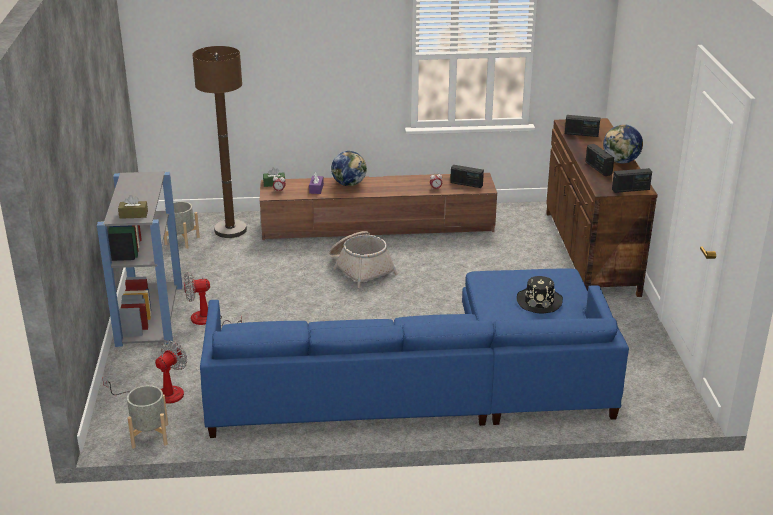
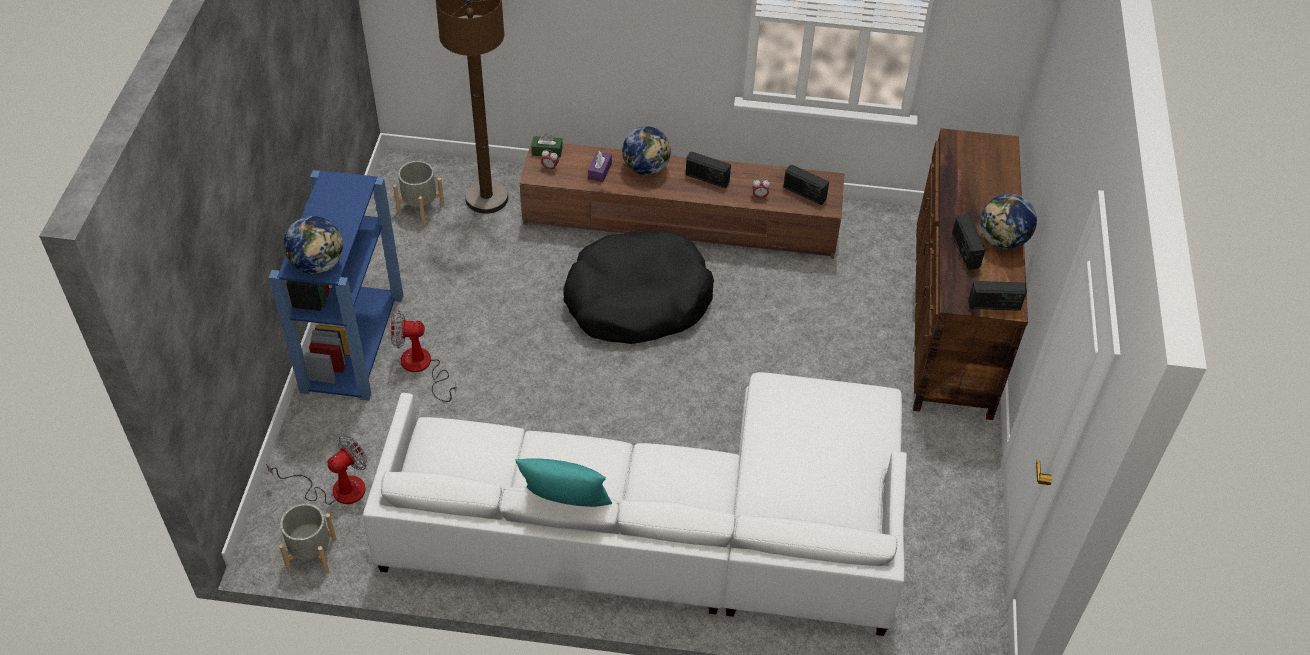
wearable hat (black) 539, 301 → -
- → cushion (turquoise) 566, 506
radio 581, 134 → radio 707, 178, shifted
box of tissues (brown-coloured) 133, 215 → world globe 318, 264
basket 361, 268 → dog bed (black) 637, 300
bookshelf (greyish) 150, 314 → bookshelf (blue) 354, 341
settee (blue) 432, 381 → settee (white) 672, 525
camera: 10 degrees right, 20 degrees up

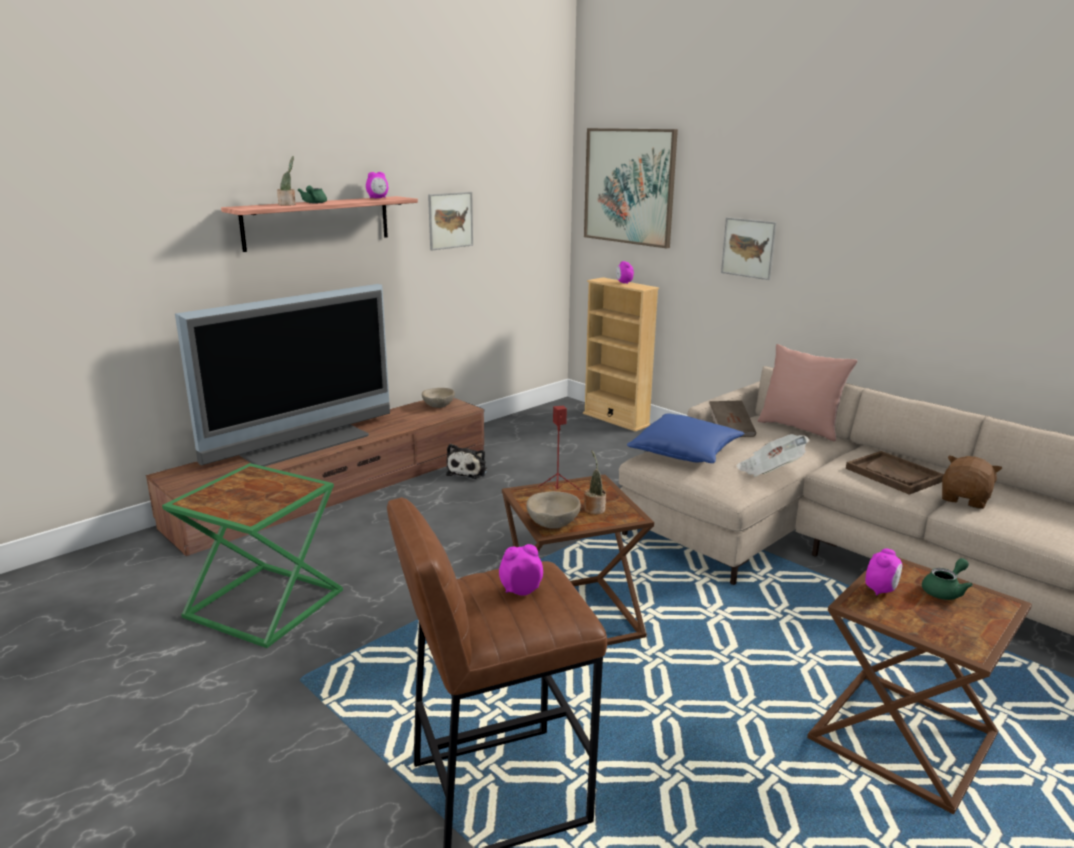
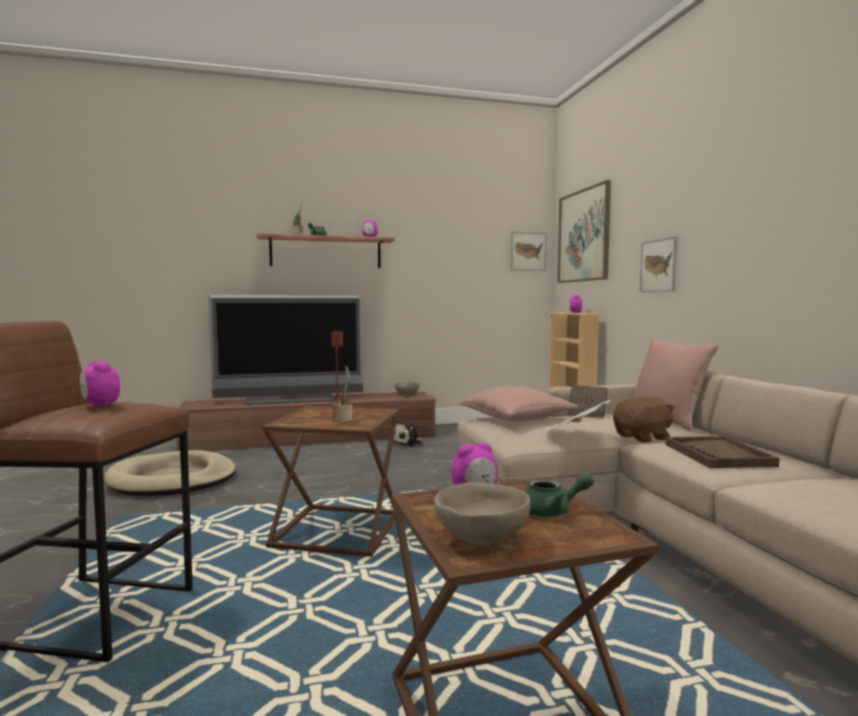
wall picture 450, 220 → wall picture 528, 251, shifted
serving bowl (beige-coloured) 552, 523 → serving bowl (beige-coloured) 481, 537, shifted
cuddly toy (brown-coloured) 965, 499 → cuddly toy (brown-coloured) 643, 437, shifted
accent table (green-coloured) 268, 604 → dog bed (beige-coloured) 172, 480
cushion (blue) 685, 453 → cushion (pink-coloured) 517, 419
alarm clock 520, 590 → alarm clock 100, 405, 150 degrees counterclockwise
camera: 30 degrees right, 15 degrees down

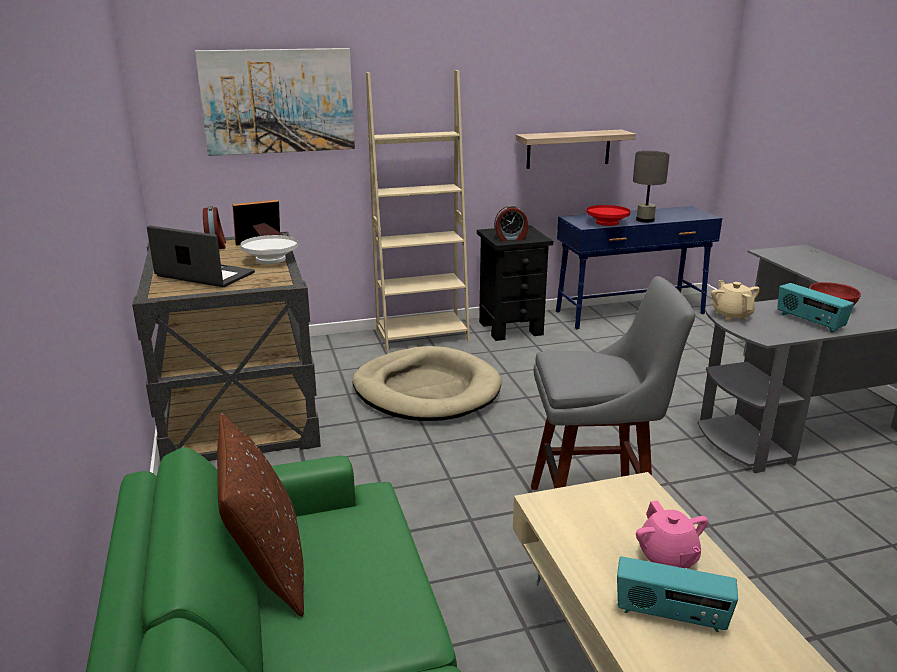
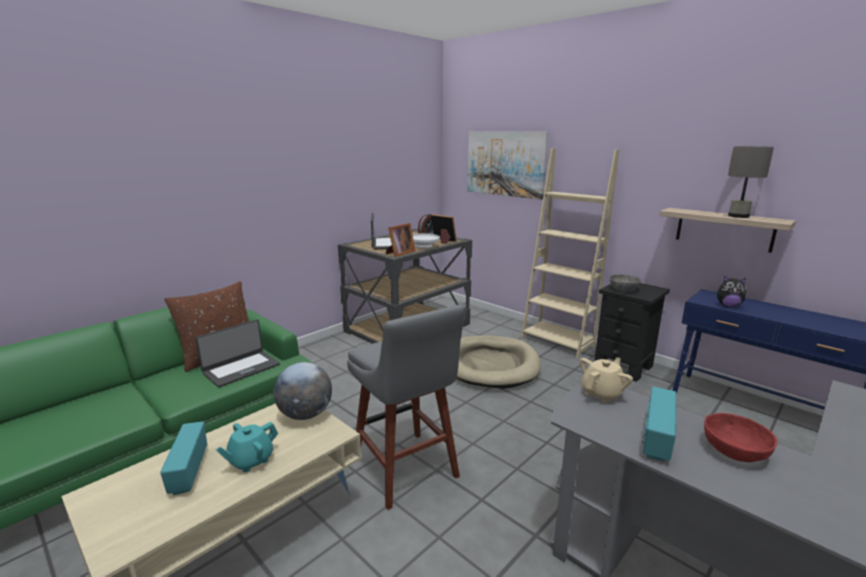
- → portable computer 241, 368
- → world globe 305, 415
- → picture frame 399, 253
lamp for a table (greyish) 645, 220 → lamp for a table (greyish) 739, 216, shifted
alarm clock 510, 238 → serving bowl (greyish) 623, 290
serving bowl (red-coloured) 607, 223 → cuddly toy 728, 305
tea pot (pink-coloured) 667, 558 → tea pot (turquoise) 250, 460
camera: 60 degrees right, 5 degrees down

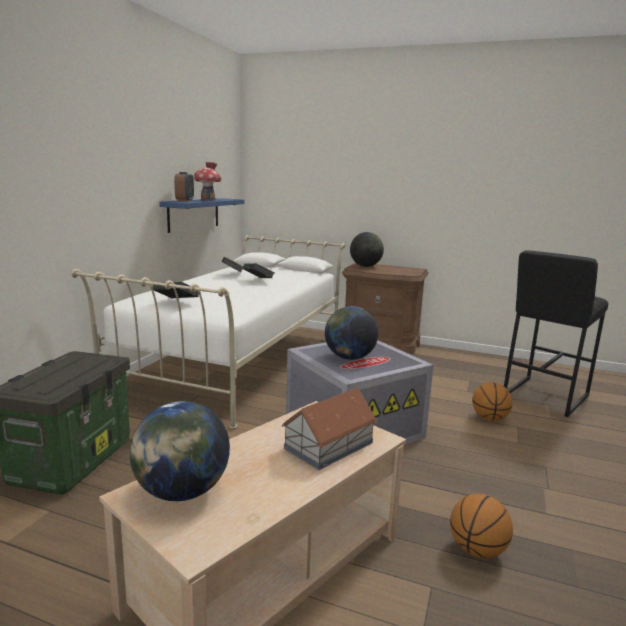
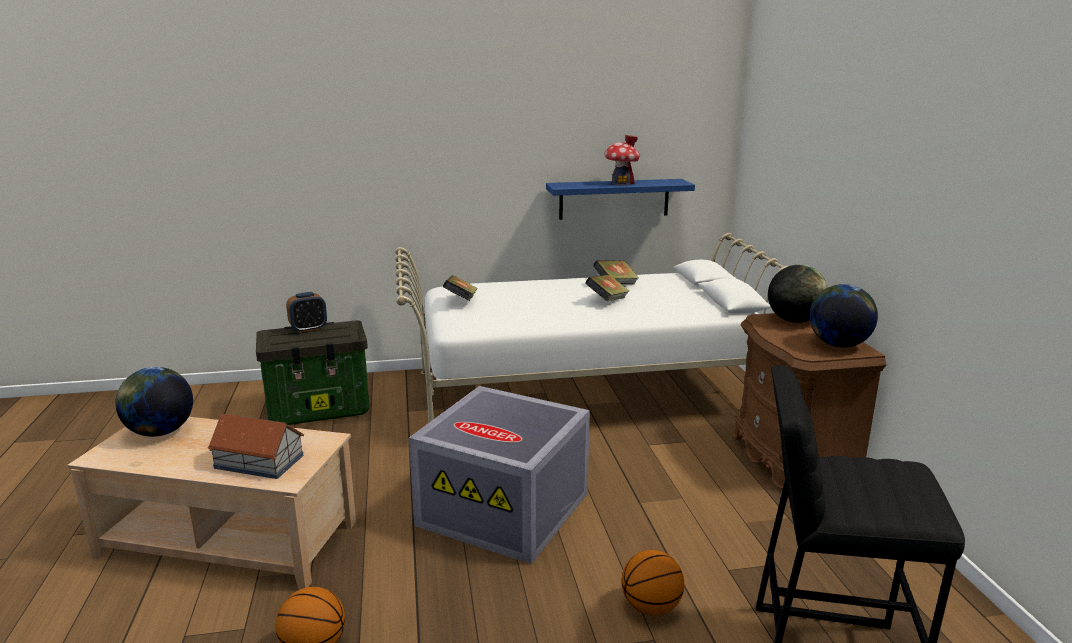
alarm clock 185, 201 → alarm clock 308, 329, shifted
world globe 349, 357 → world globe 838, 345, shifted
camera: 60 degrees right, 5 degrees up

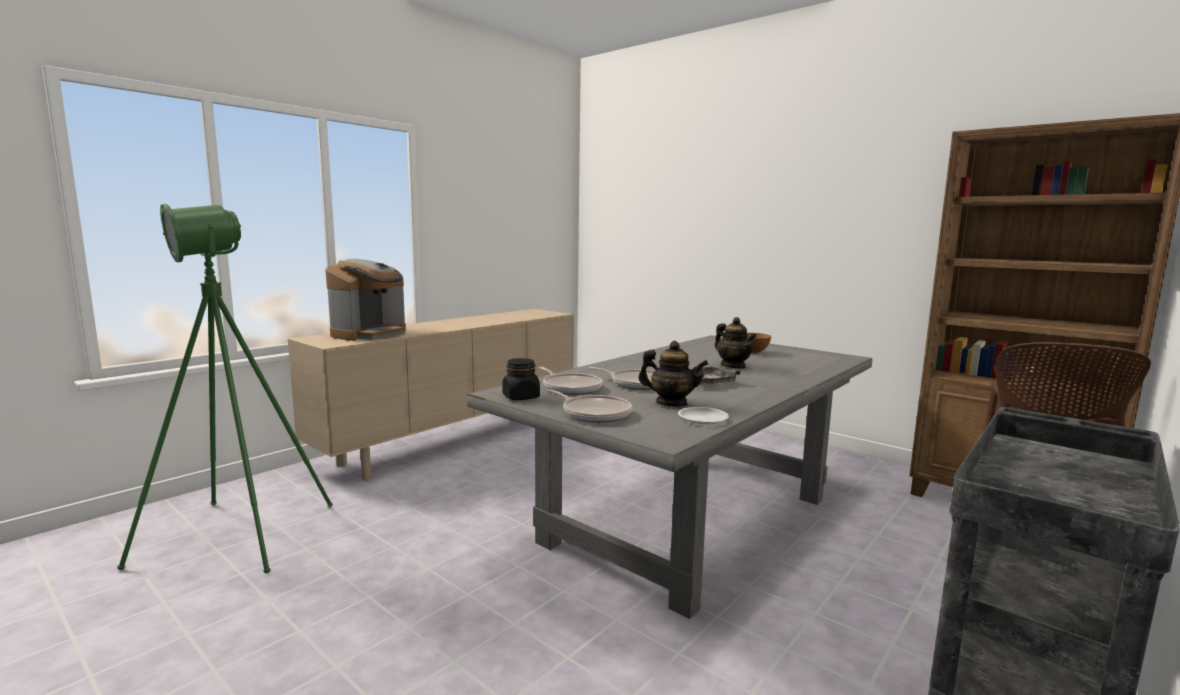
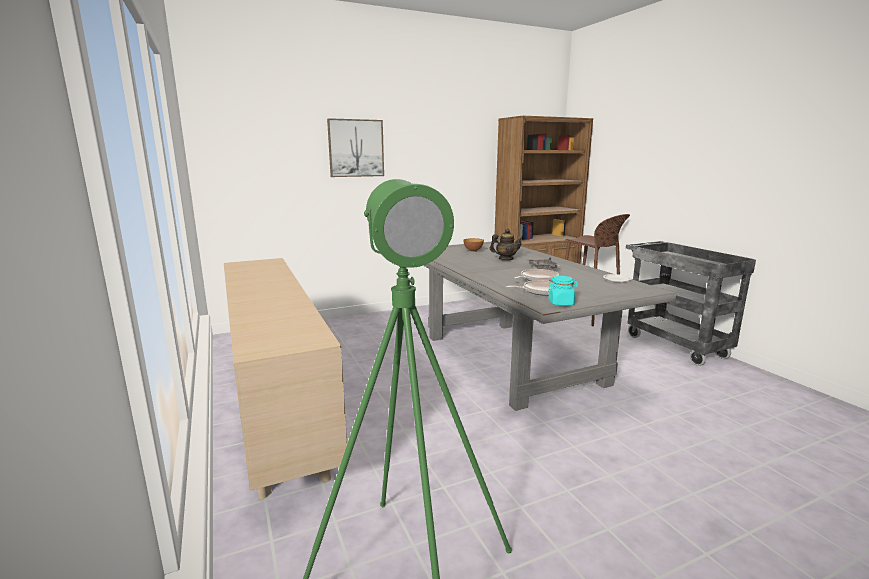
coffee machine 370, 334 → -
skillet 594, 413 → -
tea pot 671, 403 → -
- → wall picture 356, 148
storage jar (black) 521, 397 → storage jar (turquoise) 561, 303
camera: 65 degrees left, 5 degrees up

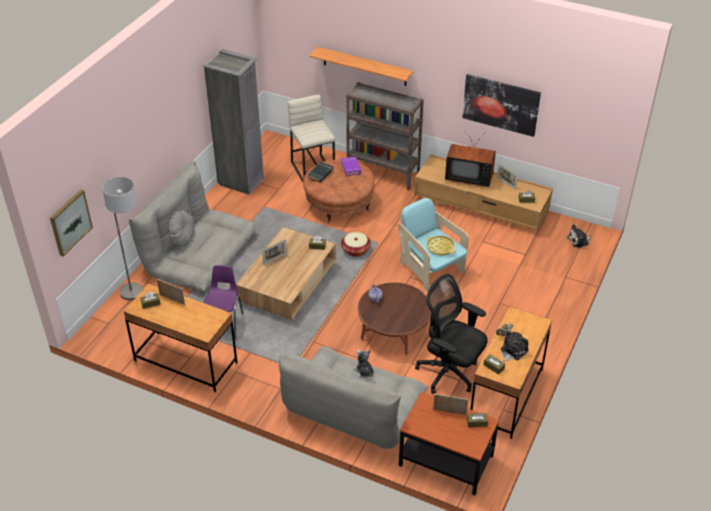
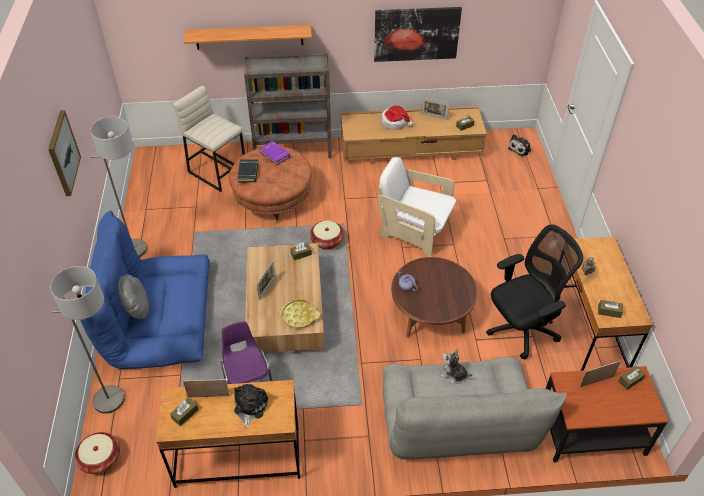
cabinet (greyish) 241, 181 → -
- → basket 100, 459
- → standing lamp (greyish) 141, 249
wall picture 70, 222 → wall picture 63, 153, shifted
serving tray (yellow-coloured) 440, 247 → serving tray (yellow-coloured) 299, 316, shifted
cuddly toy 512, 350 → cuddly toy 250, 407, shifted
TV set 469, 177 → wearable hat 395, 122
settee (greyish) 198, 253 → settee (blue) 158, 316
lounge chair (turquoise) 430, 269 → lounge chair (white) 414, 230
office chair (black) 451, 373 → office chair (black) 520, 332, 150 degrees clockwise
camera: 30 degrees left, 5 degrees up

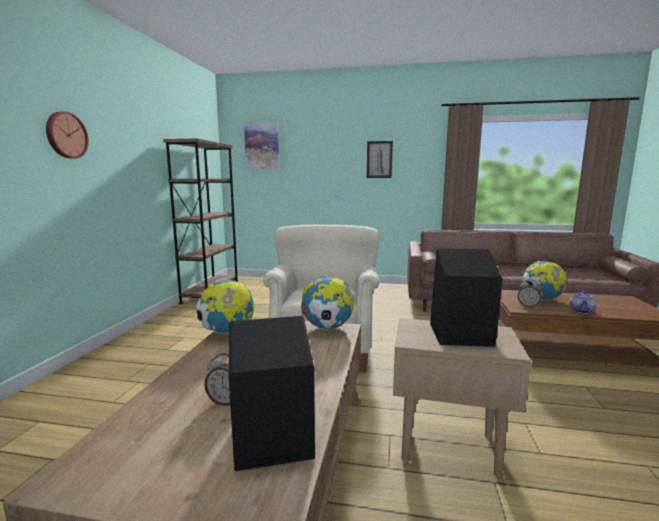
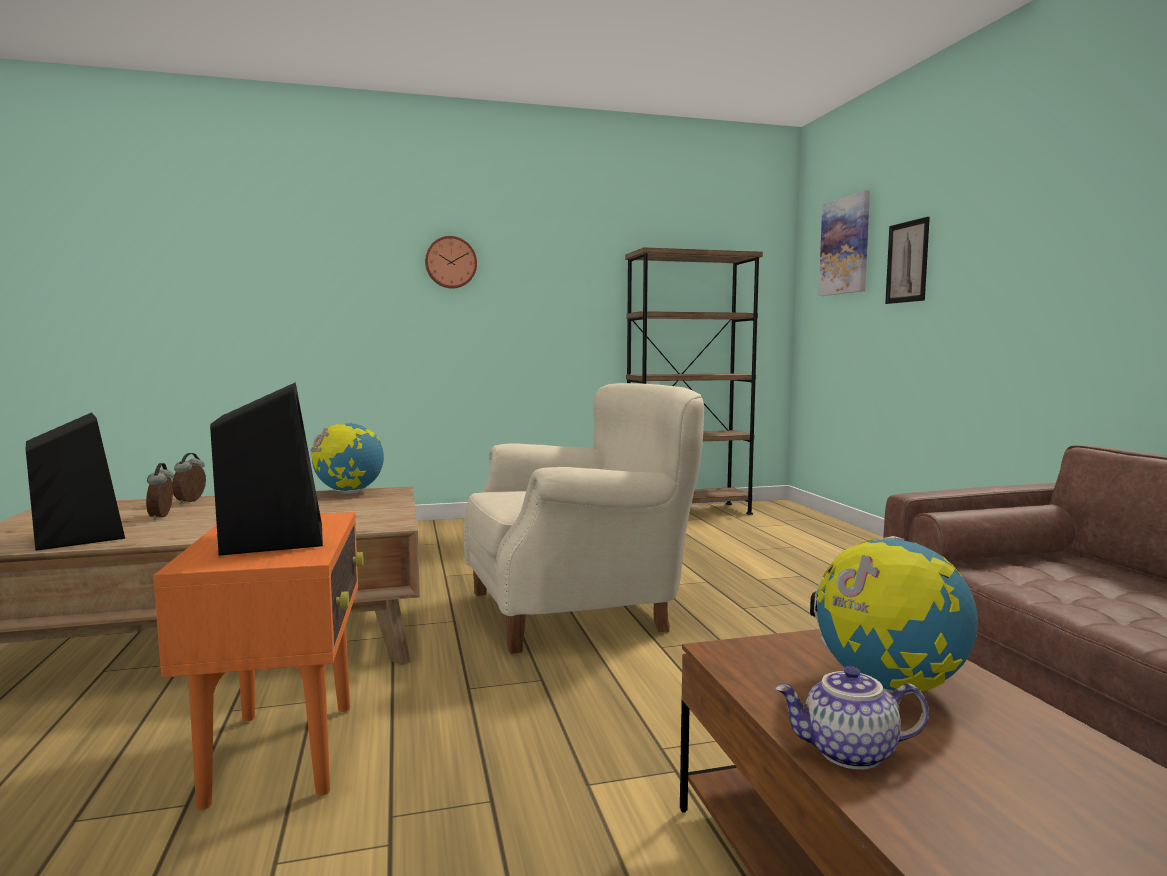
world globe 327, 328 → -
wall picture 379, 159 → wall picture 907, 262, shifted
alarm clock 528, 306 → alarm clock 191, 501, shifted
accent table (beige-coloured) 447, 448 → accent table (orange-coloured) 283, 752
camera: 65 degrees right, 5 degrees down

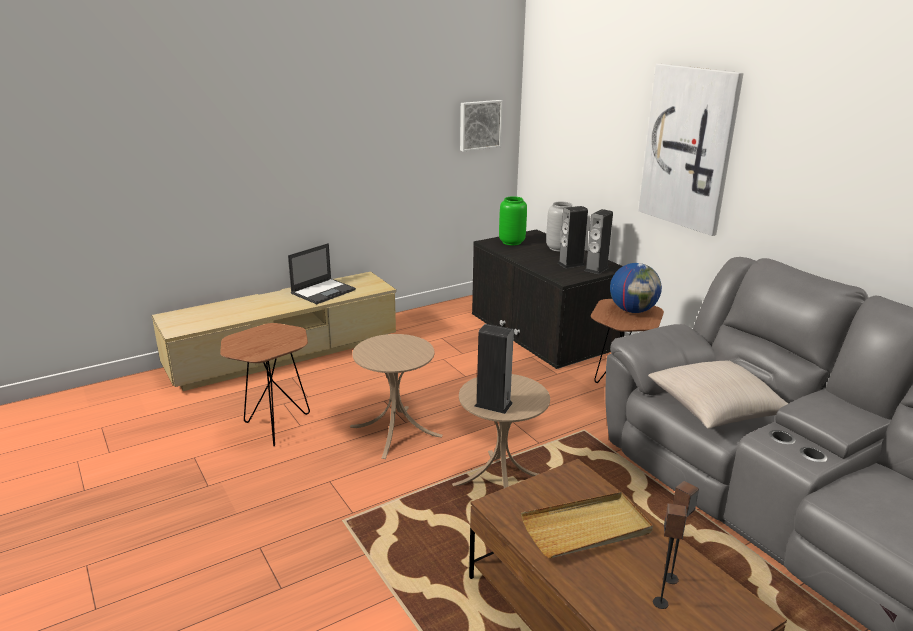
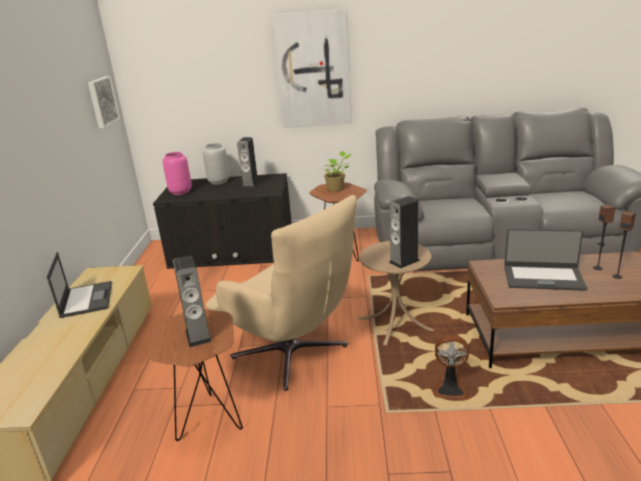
cushion (beige-coloured) 716, 408 → -
- → electric fan 450, 389
audio speaker 596, 269 → audio speaker 198, 335, shifted
accent table (beige-coloured) 395, 431 → lounge chair (beige-coloured) 290, 352
serving tray (beige-coloured) 587, 528 → portable computer 543, 277
world globe 632, 310 → potted plant 336, 189
flower vase (green-coloured) 511, 242 → flower vase (pink-coloured) 180, 192
camera: 55 degrees left, 0 degrees up

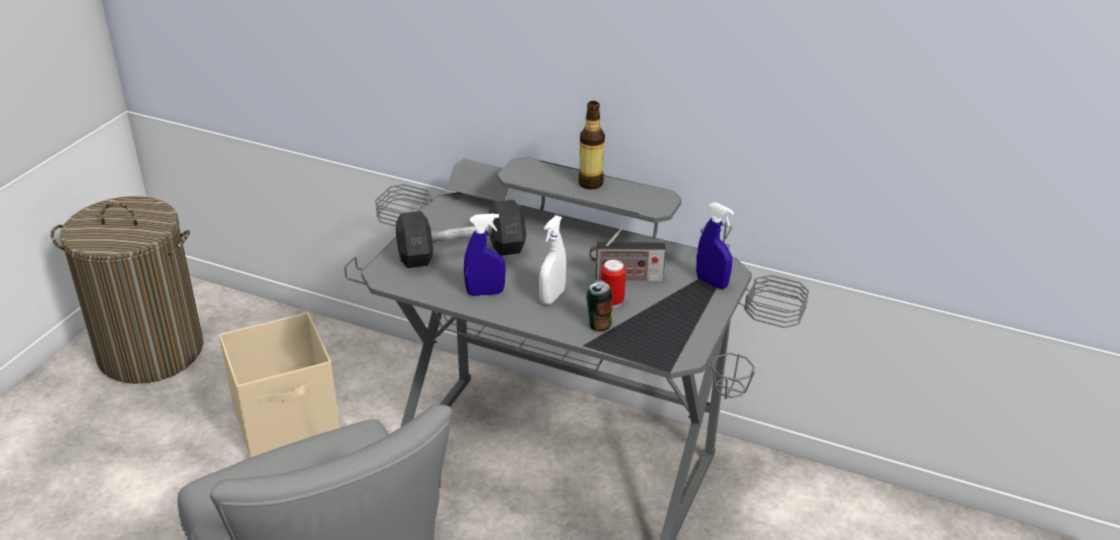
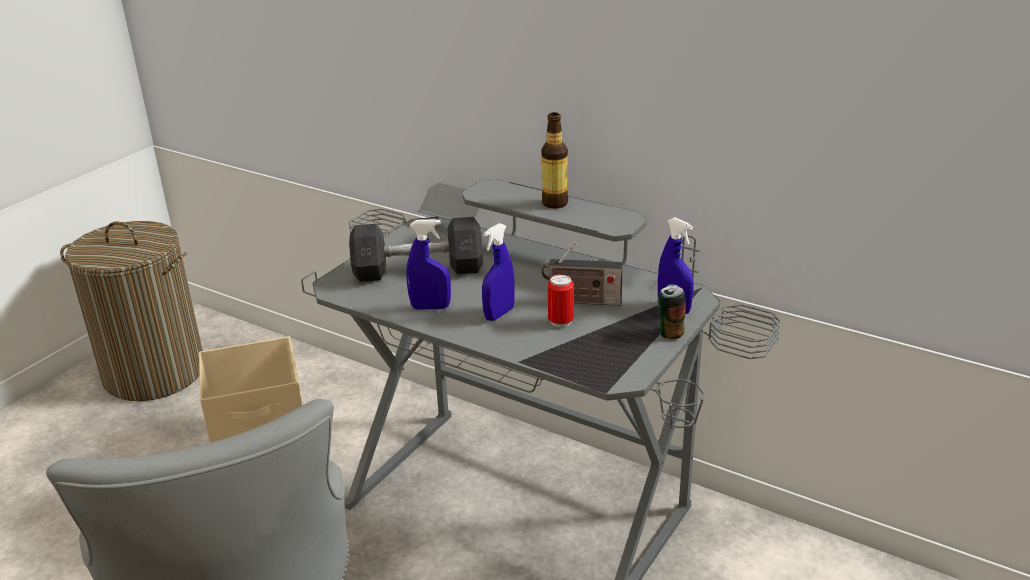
metal can 598, 324 → metal can 670, 332, shifted
spray bottle (white) 552, 297 → spray bottle (blue) 499, 314
camera: 10 degrees right, 5 degrees down

